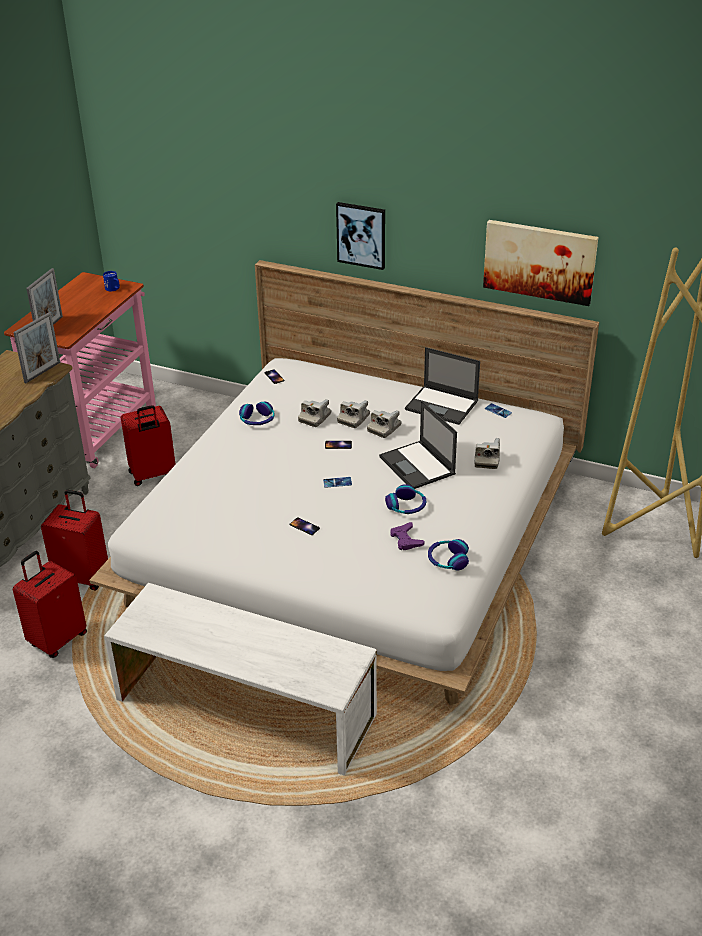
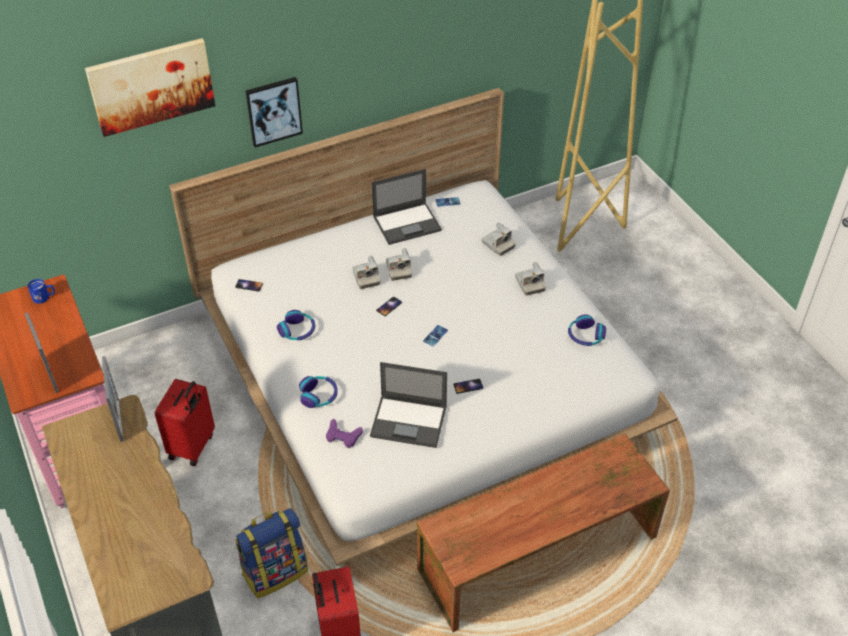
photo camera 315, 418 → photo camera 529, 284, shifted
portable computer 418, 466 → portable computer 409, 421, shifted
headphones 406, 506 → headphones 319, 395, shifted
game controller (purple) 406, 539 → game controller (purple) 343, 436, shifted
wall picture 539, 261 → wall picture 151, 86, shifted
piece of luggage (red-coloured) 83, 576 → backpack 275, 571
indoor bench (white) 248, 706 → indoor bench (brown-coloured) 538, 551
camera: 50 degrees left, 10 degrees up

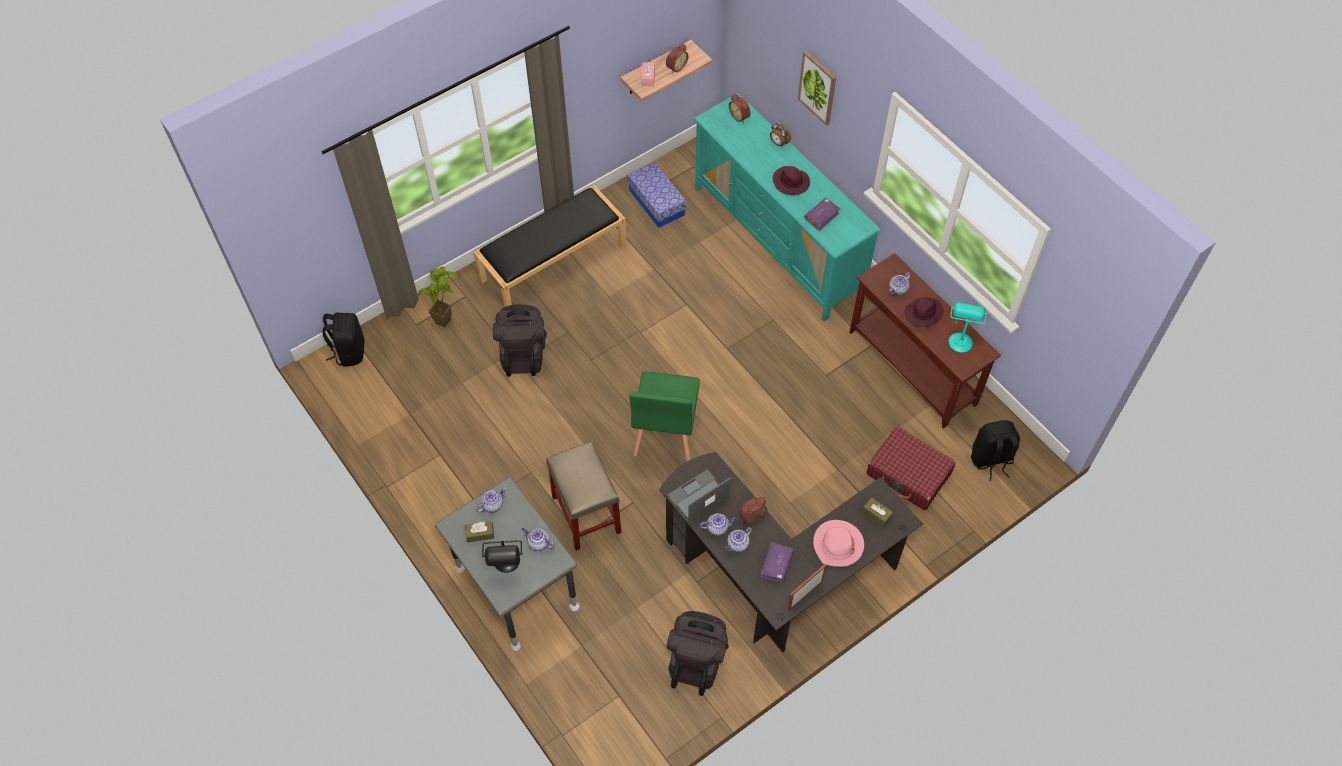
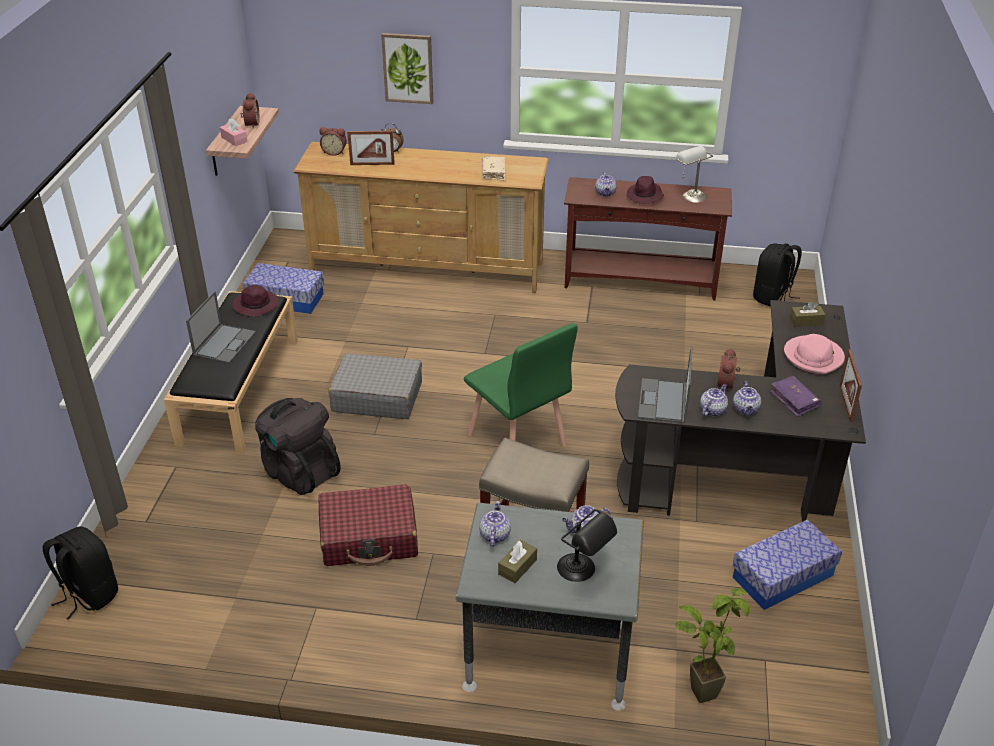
- → portable computer 225, 343
- → piece of luggage (greyish) 377, 397
- → picture frame 372, 164
potted plant 448, 318 → potted plant 702, 685, shifted
wearable hat (purple) 791, 182 → wearable hat (purple) 257, 305, shifted
piece of luggage (red-coloured) 908, 474 → piece of luggage (red-coloured) 369, 537, shifted
backpack (black) 697, 660 → storage bin 782, 576
chest of drawers (turquoise) 777, 241 → chest of drawers (brown-coloured) 427, 268
volume (purple) 821, 217 → volume (beige-coloured) 493, 172
lamp for a table (turquoise) 960, 338 → lamp for a table (white) 690, 194
camera: 45 degrees left, 20 degrees down

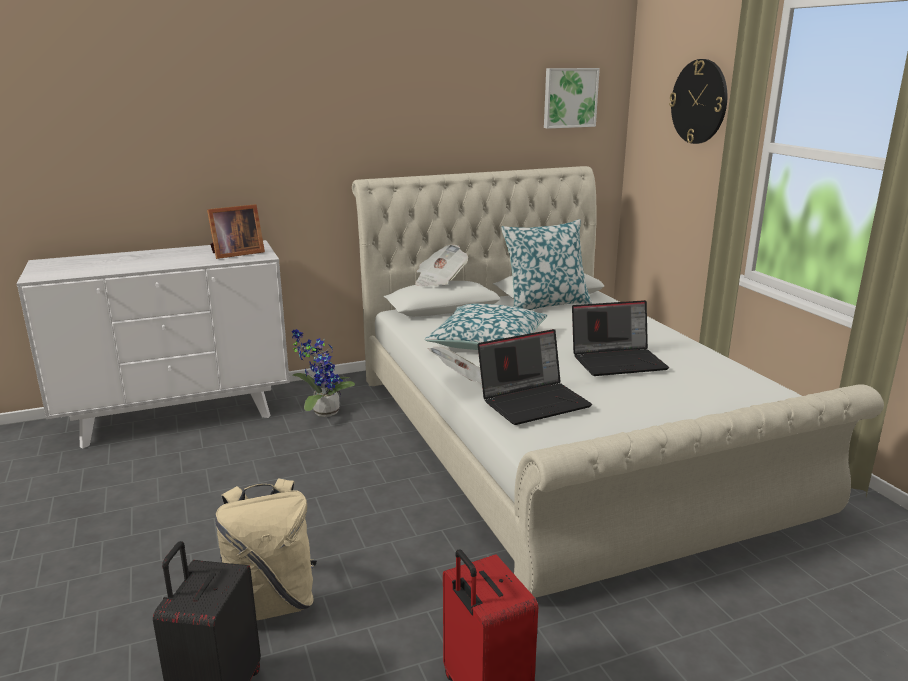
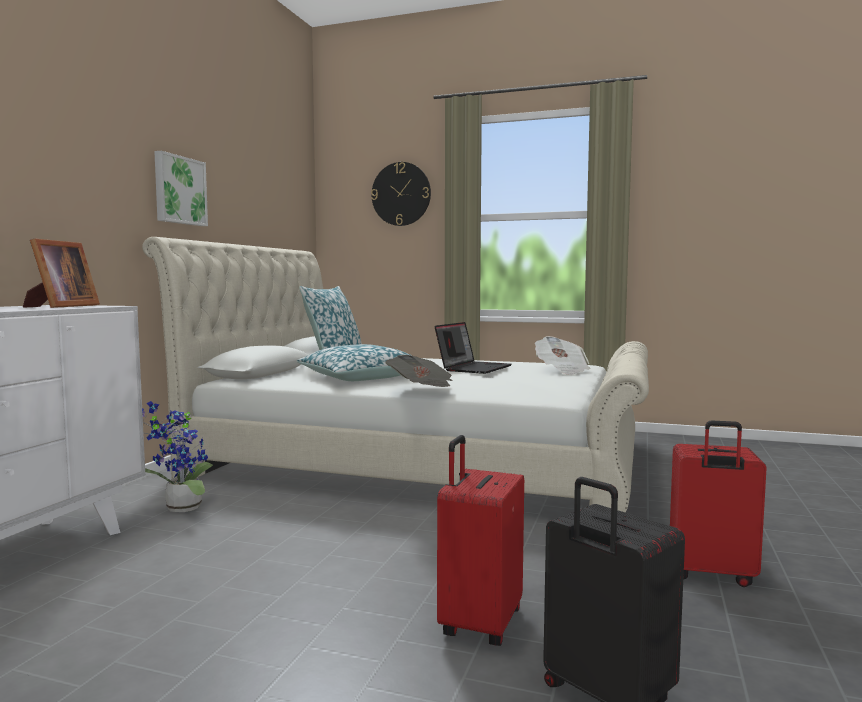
portable computer 534, 401 → -
newspaper 439, 280 → newspaper 561, 370, shifted
wall picture 569, 98 → wall picture 179, 190, shifted
backpack (beige-coloured) 272, 603 → piece of luggage (red-coloured) 479, 623
camera: 50 degrees left, 15 degrees down

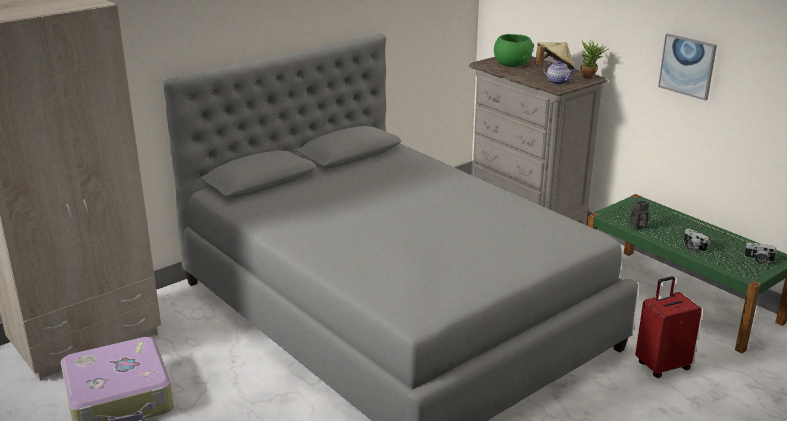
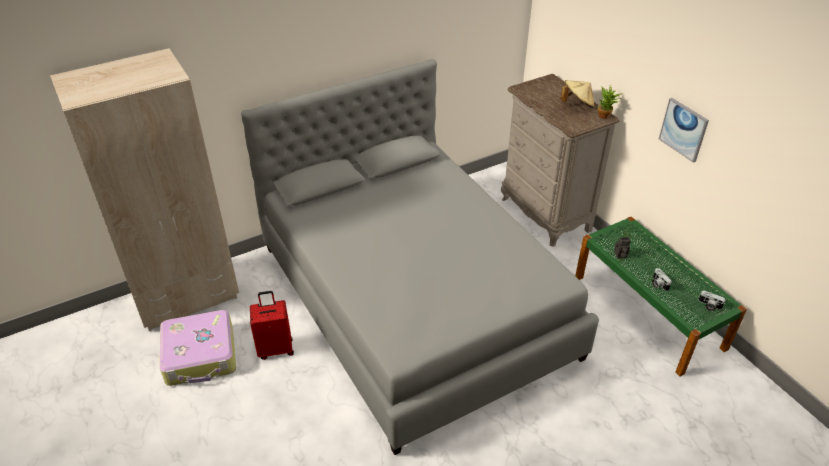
serving bowl (green-coloured) 512, 64 → -
tea pot 558, 82 → -
piece of luggage (red-coloured) 661, 365 → piece of luggage (red-coloured) 276, 348, shifted
camera: 10 degrees right, 15 degrees up

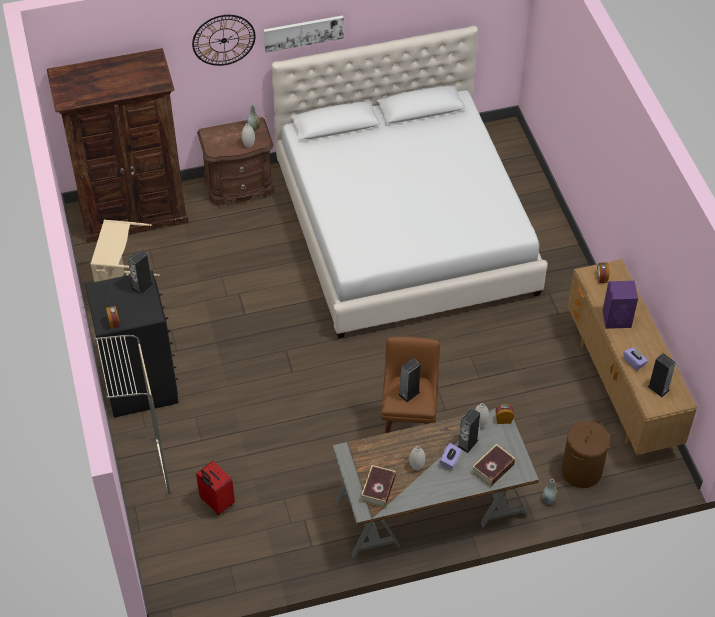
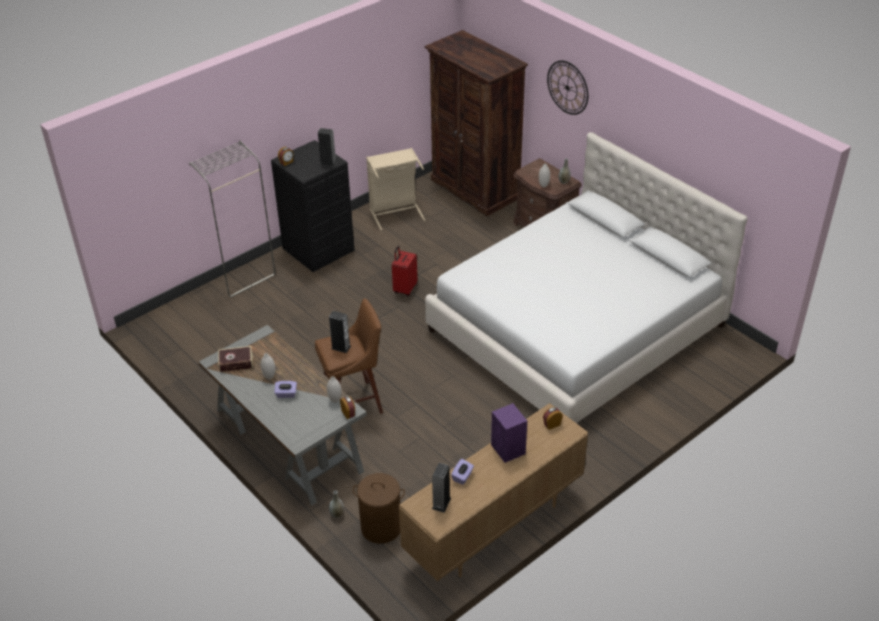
wall picture 303, 32 → -
audio speaker 467, 443 → -
volume 493, 468 → -
piece of luggage (red-coloured) 216, 502 → piece of luggage (red-coloured) 404, 289, shifted
camera: 65 degrees right, 10 degrees down

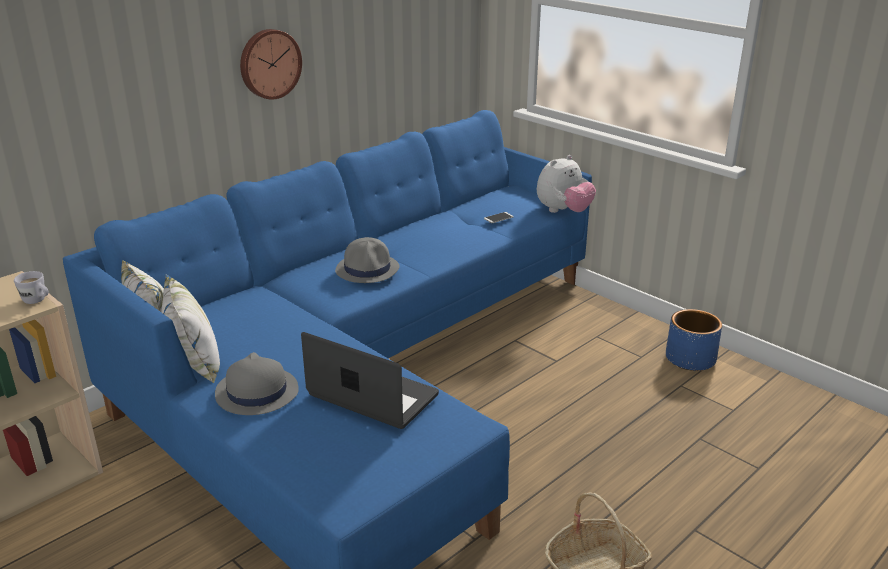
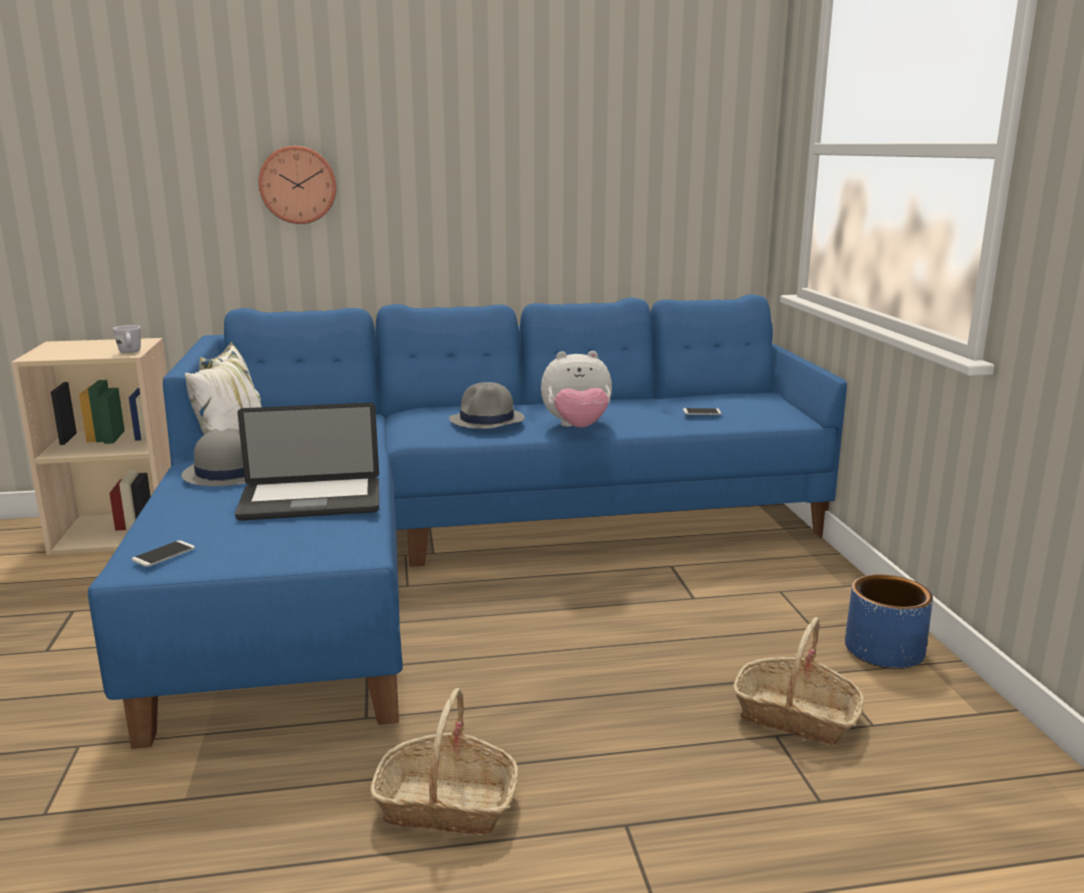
- → handset 163, 554
- → basket 795, 715
wall clock 269, 63 → wall clock 298, 185, shifted
cuddly toy 563, 211 → cuddly toy 577, 428, shifted
portable computer 373, 395 → portable computer 311, 501, 105 degrees clockwise
camera: 35 degrees right, 10 degrees down

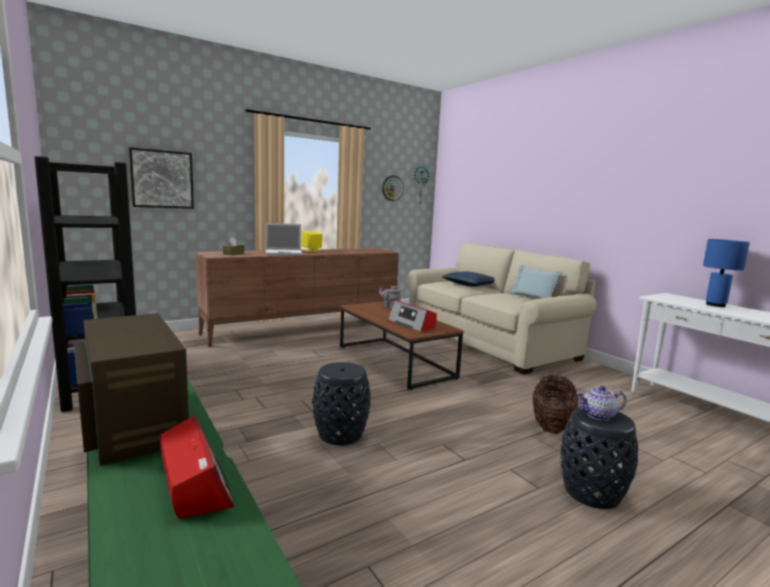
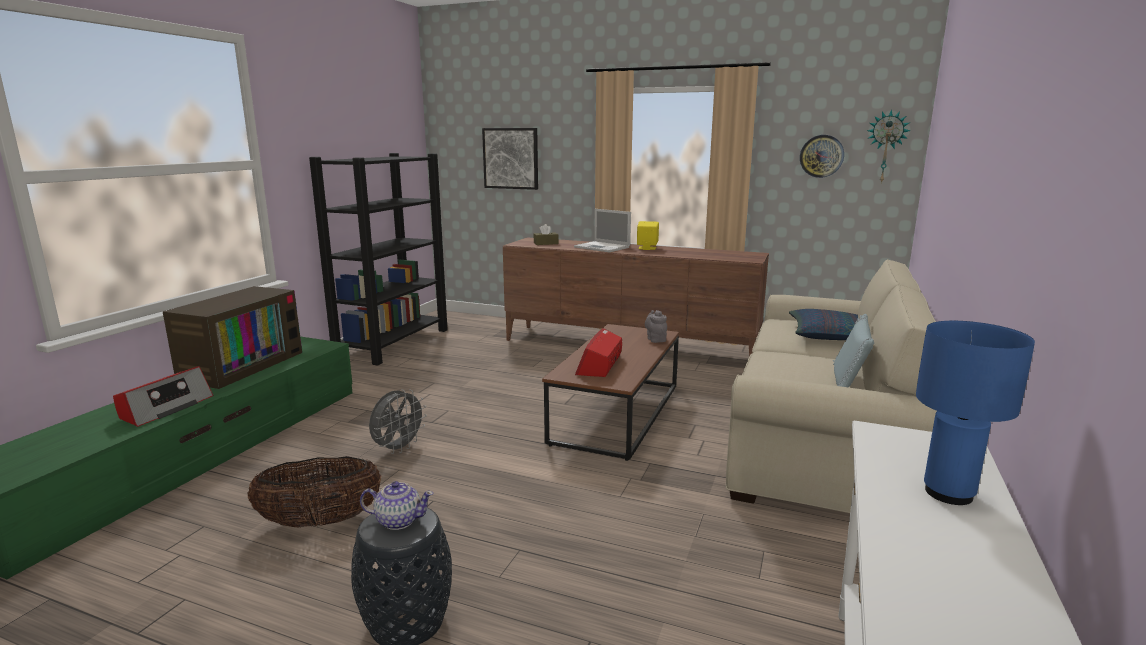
basket 551, 425 → basket 320, 521, shifted
stool (black) 340, 434 → electric fan (greyish) 398, 448
tea pot 599, 415 → tea pot 398, 520, 135 degrees clockwise
camera: 55 degrees right, 5 degrees up

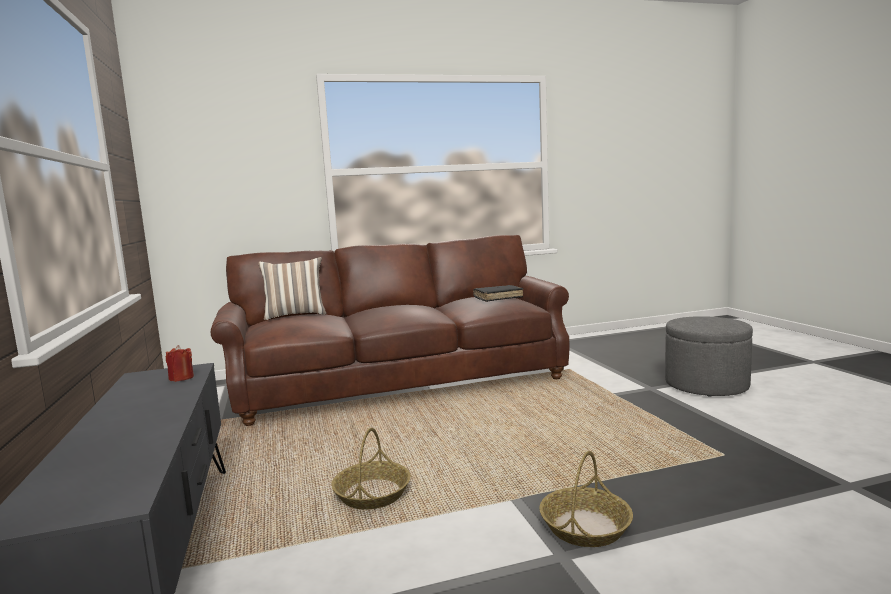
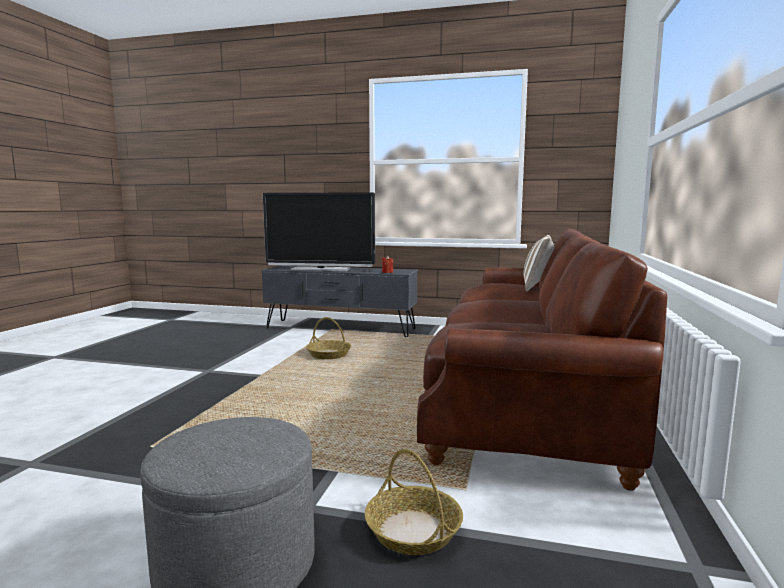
volume (black) 498, 298 → -
- → TV set 320, 269
basket 585, 526 → basket 414, 531, shifted
camera: 120 degrees right, 0 degrees up

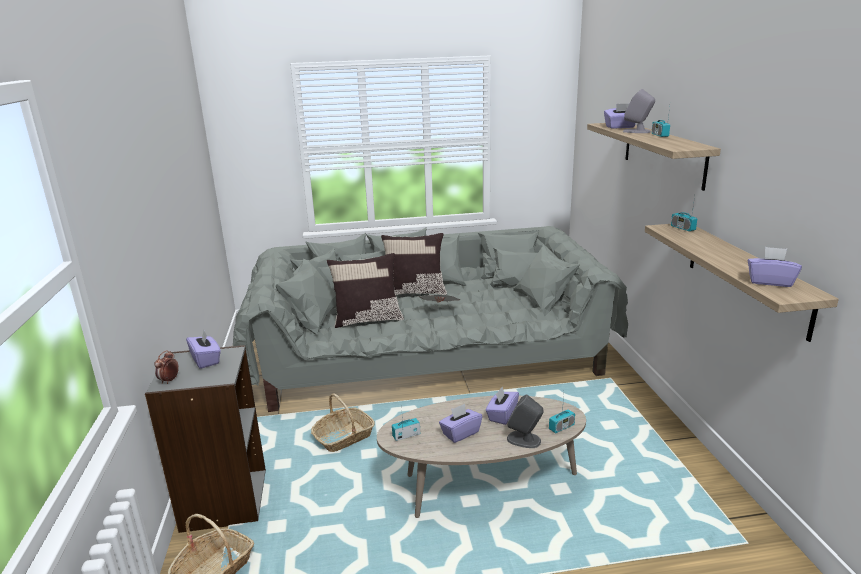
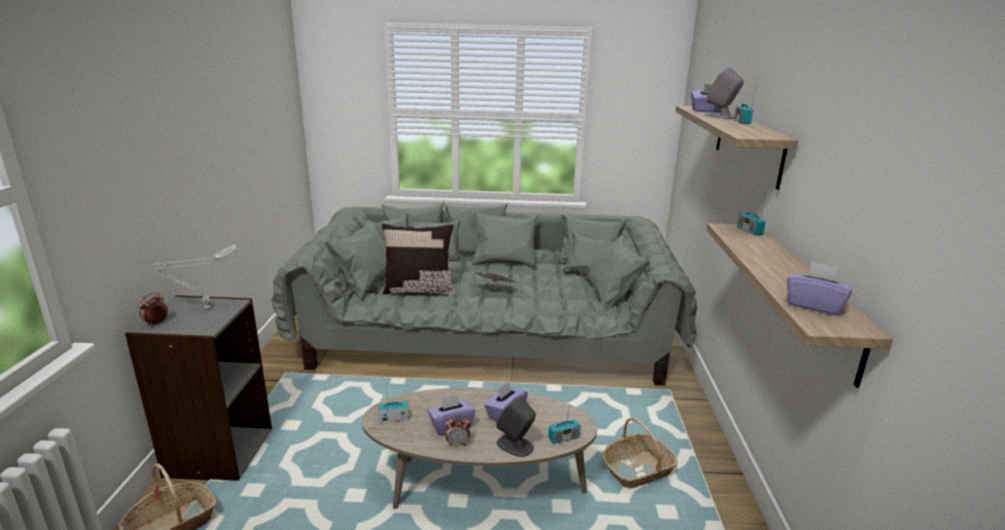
cushion 415, 292 → -
- → alarm clock 457, 444
basket 344, 437 → basket 637, 470, shifted
box of tissues (purple) 206, 360 → lamp for a table (greyish) 205, 308
camera: 10 degrees right, 0 degrees up

